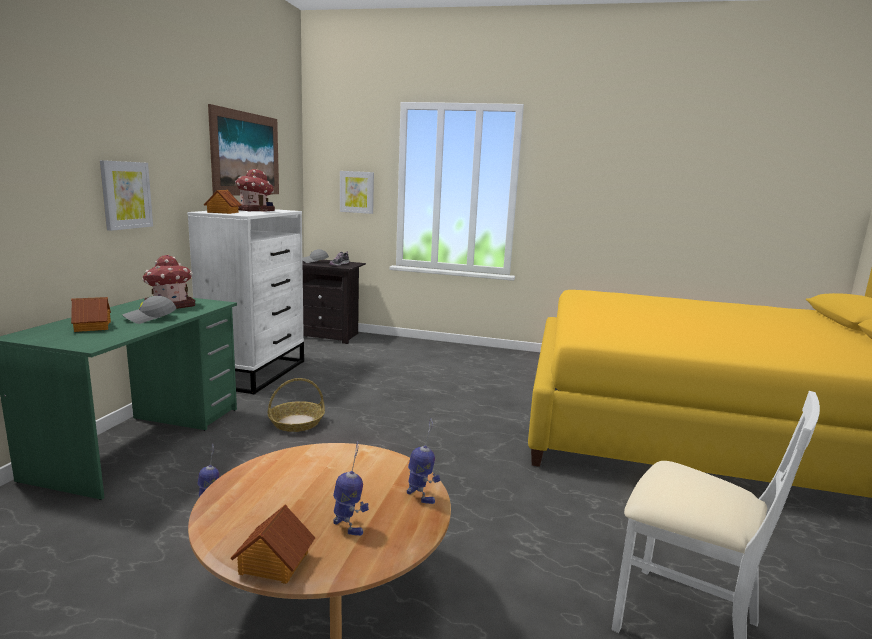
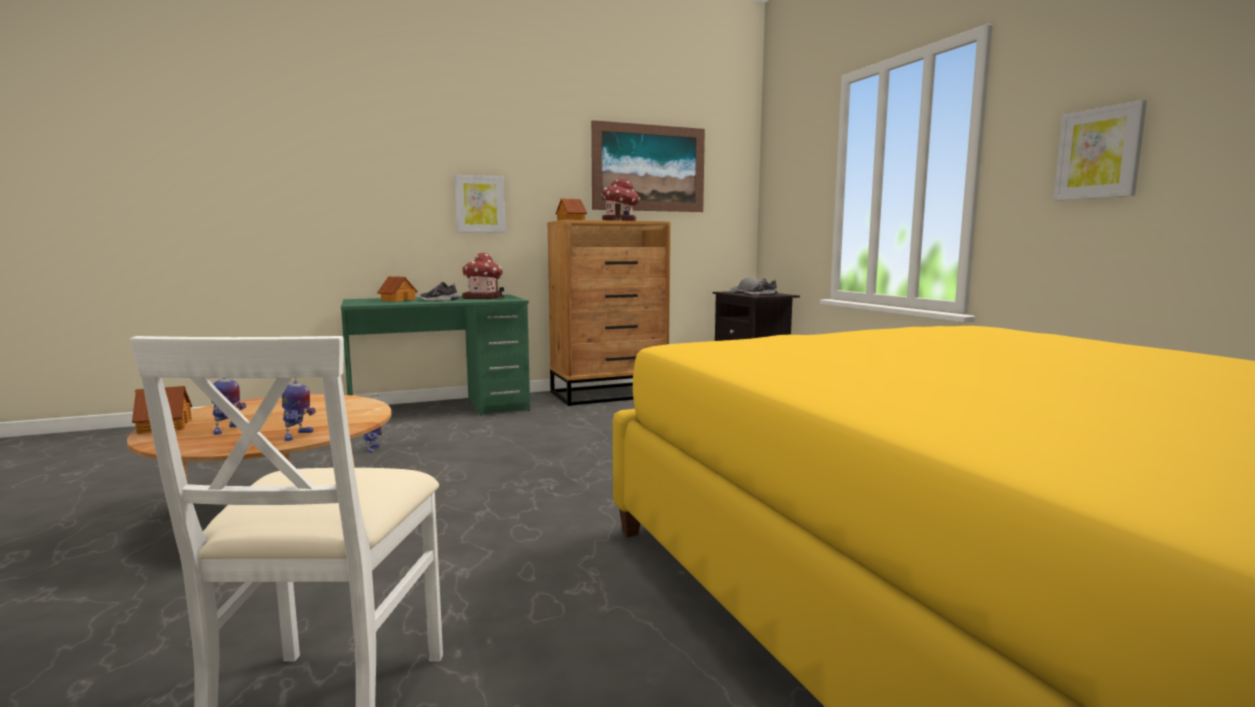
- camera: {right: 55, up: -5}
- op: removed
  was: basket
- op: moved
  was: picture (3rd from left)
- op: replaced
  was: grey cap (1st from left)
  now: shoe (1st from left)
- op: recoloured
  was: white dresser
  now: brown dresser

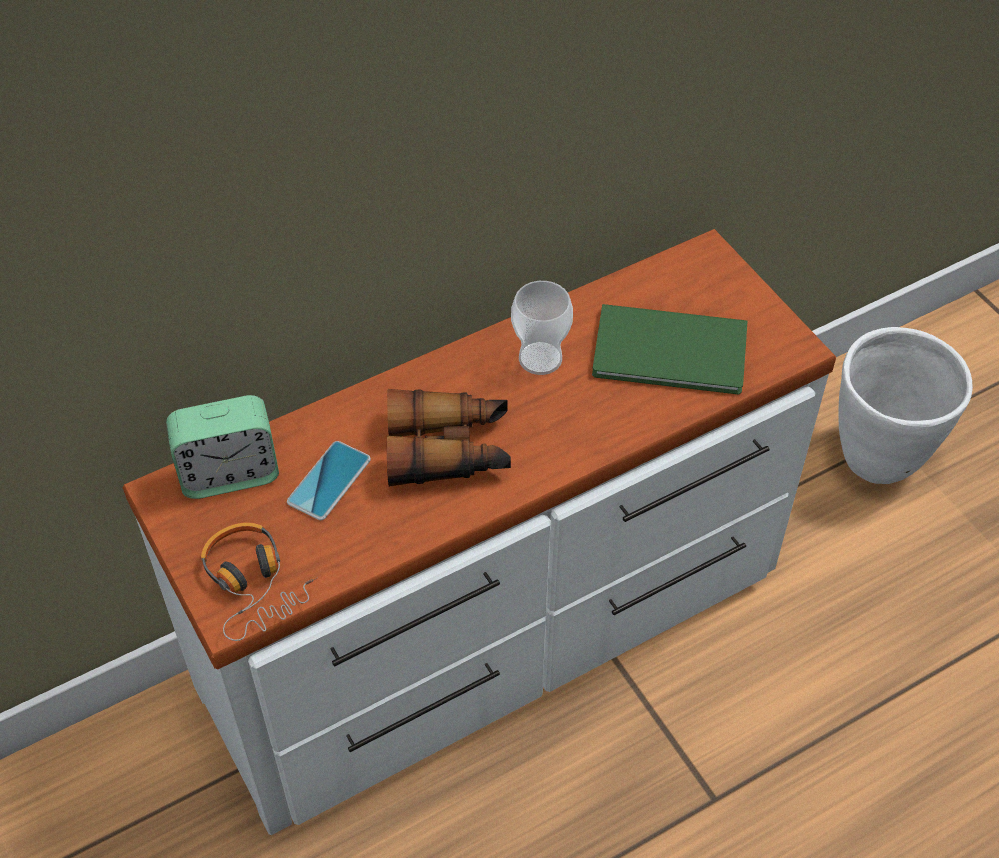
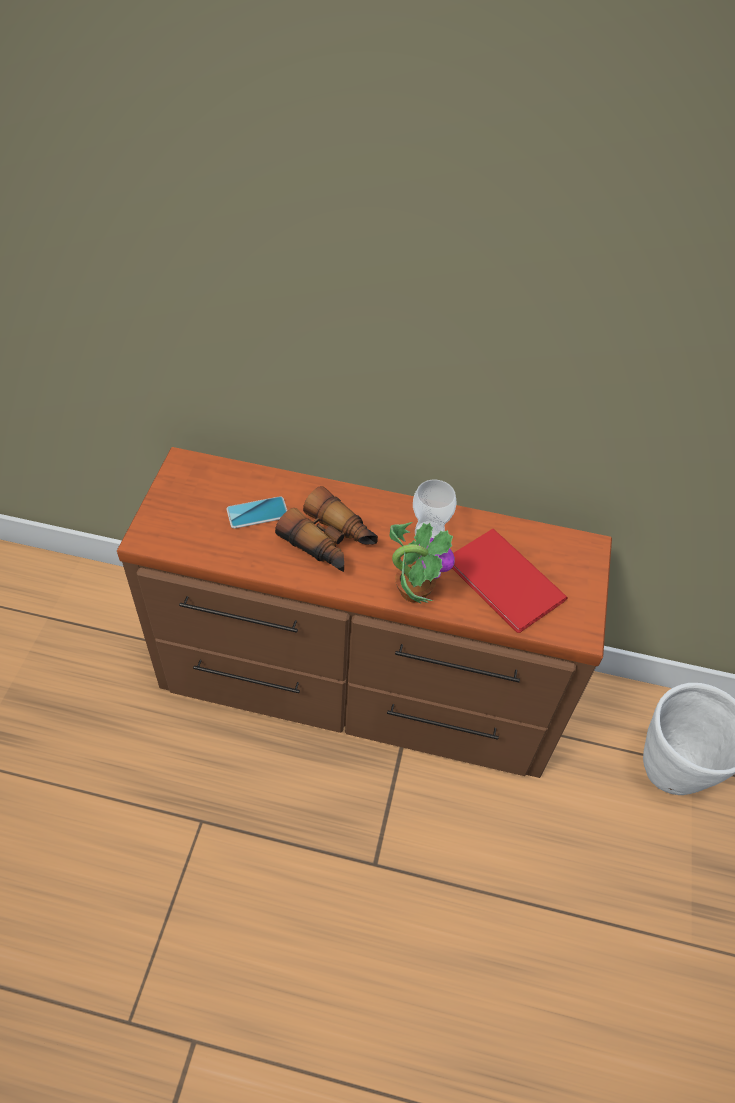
- camera: {right: 40, up: 0}
- op: removed
  was: alarm clock
- op: removed
  was: headphones
- op: added
  now: potted plant
- op: recoloured
  was: white dresser
  now: brown dresser
- op: recoloured
  was: green book
  now: red book

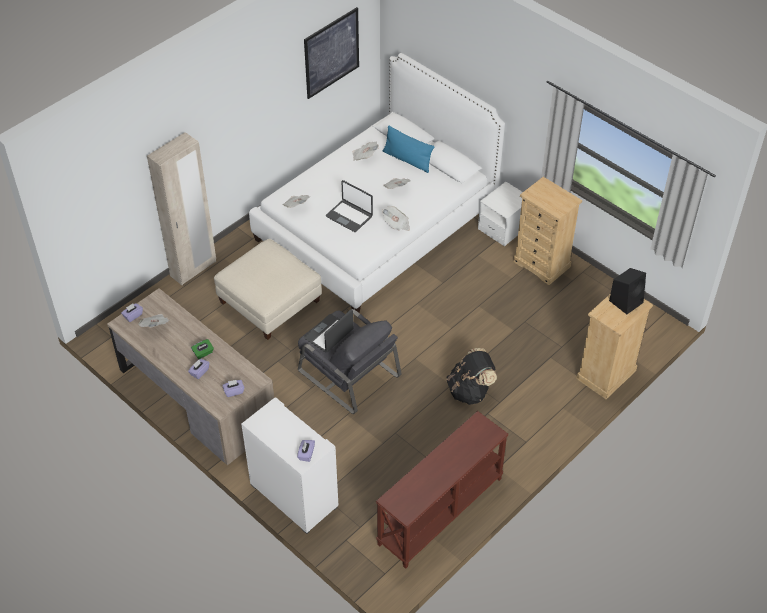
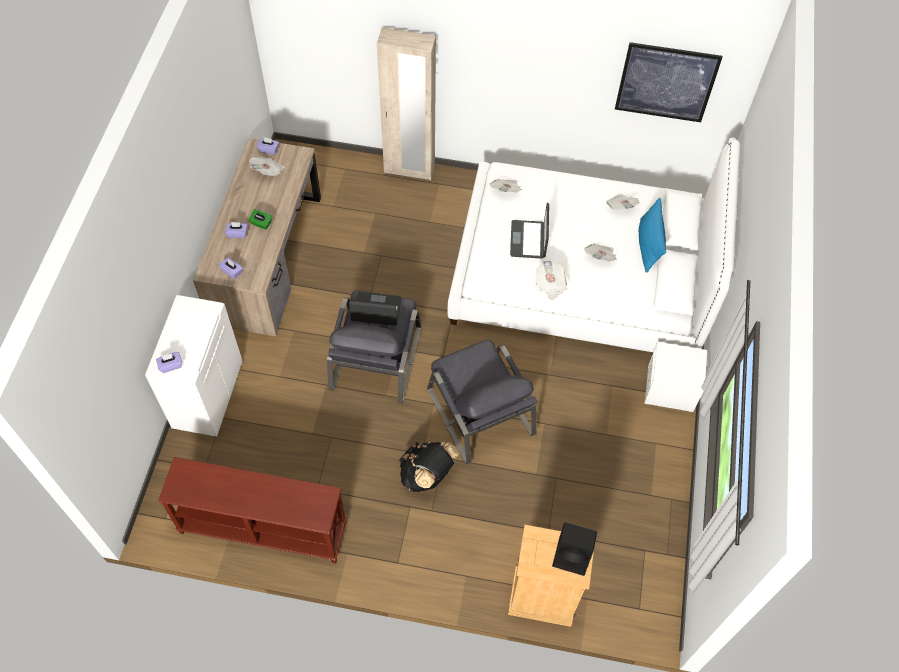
- camera: {right: 55, up: 10}
- op: removed
  was: beige ottoman
- op: removed
  was: beige dresser (1st from left)
- op: added
  now: grey armchair (2nd from left)

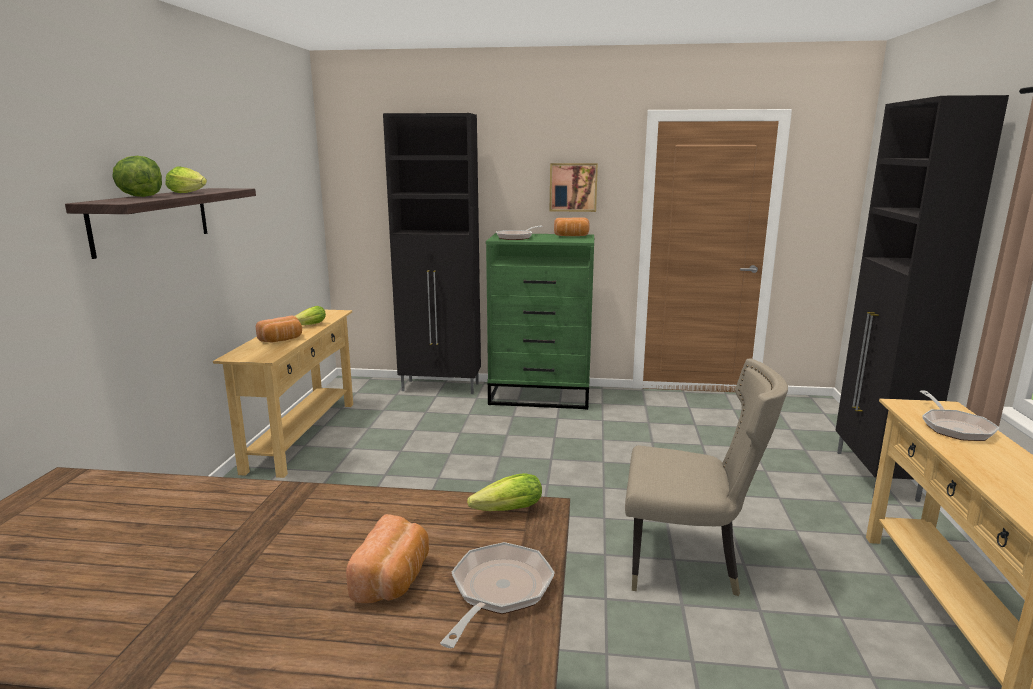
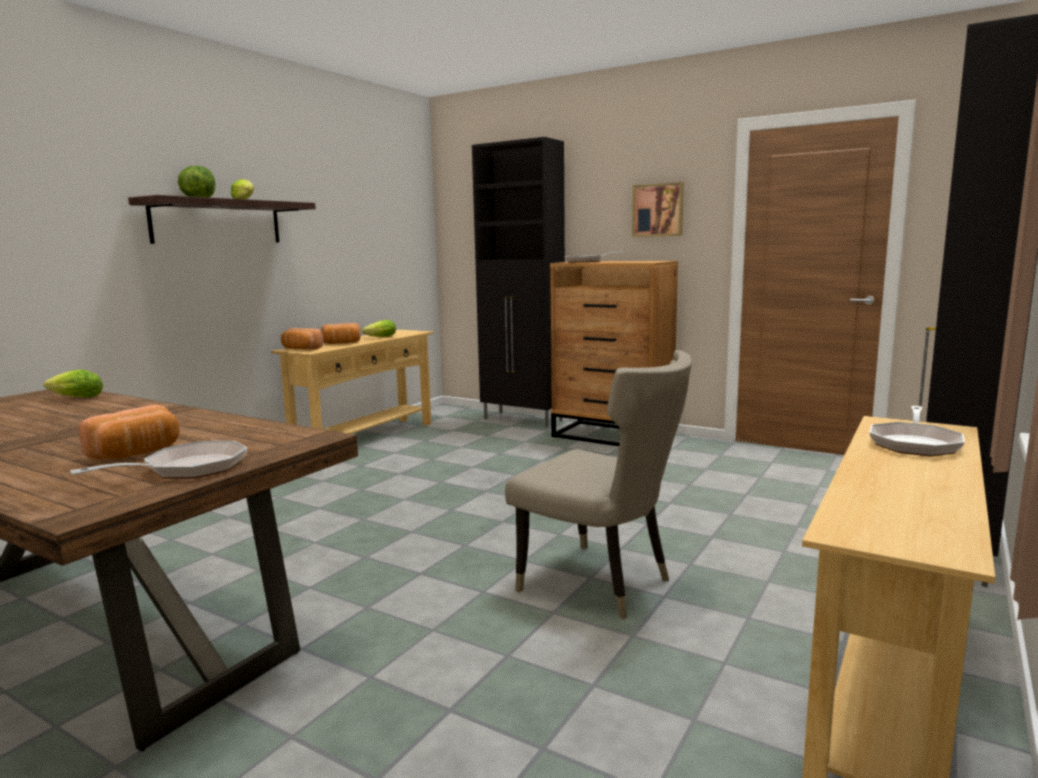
- camera: {right: 25, up: -5}
- op: moved
  was: lettuce (4th from left in the first image)
  now: lettuce (1st from left)
- op: moved
  was: bread (3rd from left in the first image)
  now: bread (2nd from left)
- op: recoloured
  was: green dresser
  now: brown dresser

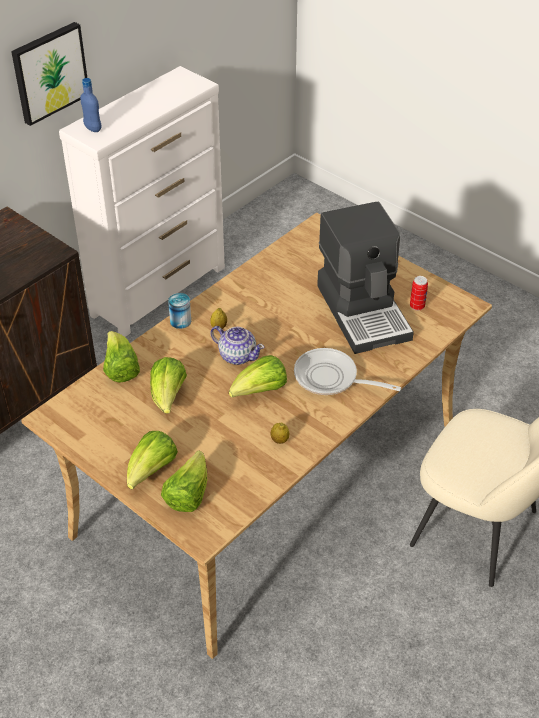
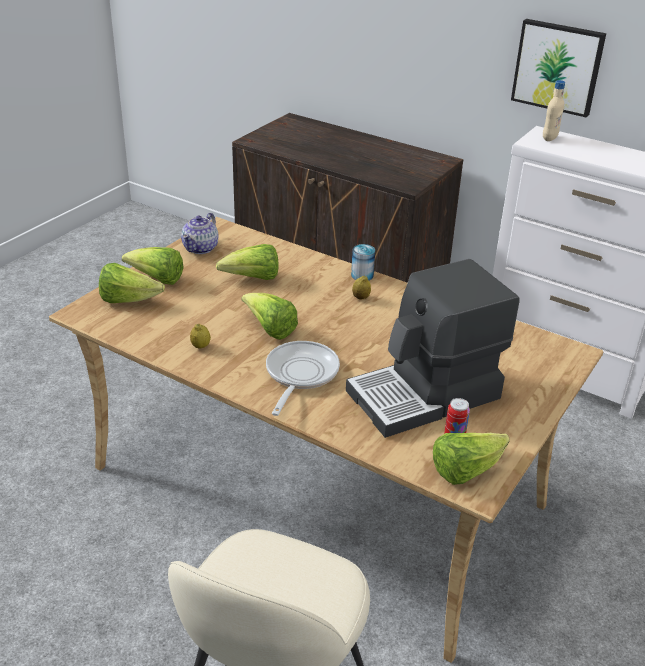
- camera: {right: 80, up: -10}
- op: moved
  was: lettuce (1st from left in the first image)
  now: lettuce (5th from left)
- op: moved
  was: teapot
- op: recoloured
  was: blue bottle
  now: beige bottle

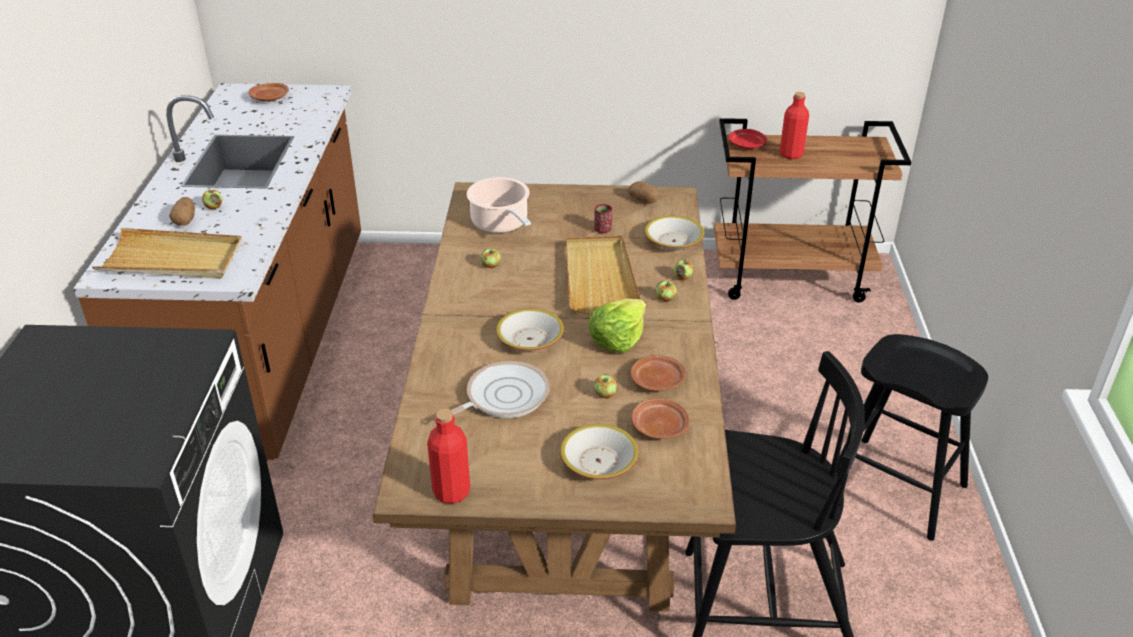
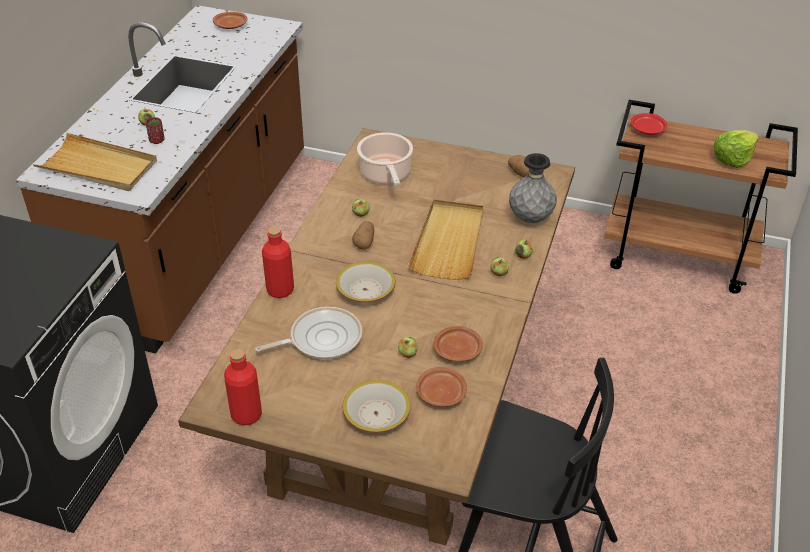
- camera: {right: 15, up: 5}
- op: removed
  was: black stool
- op: moved
  was: potato (1st from left)
- op: moved
  was: lettuce
- op: moved
  was: red cup
- op: moved
  was: red bottle (2nd from left)
- op: replaced
  was: bowl (3rd from left)
  now: grey vase

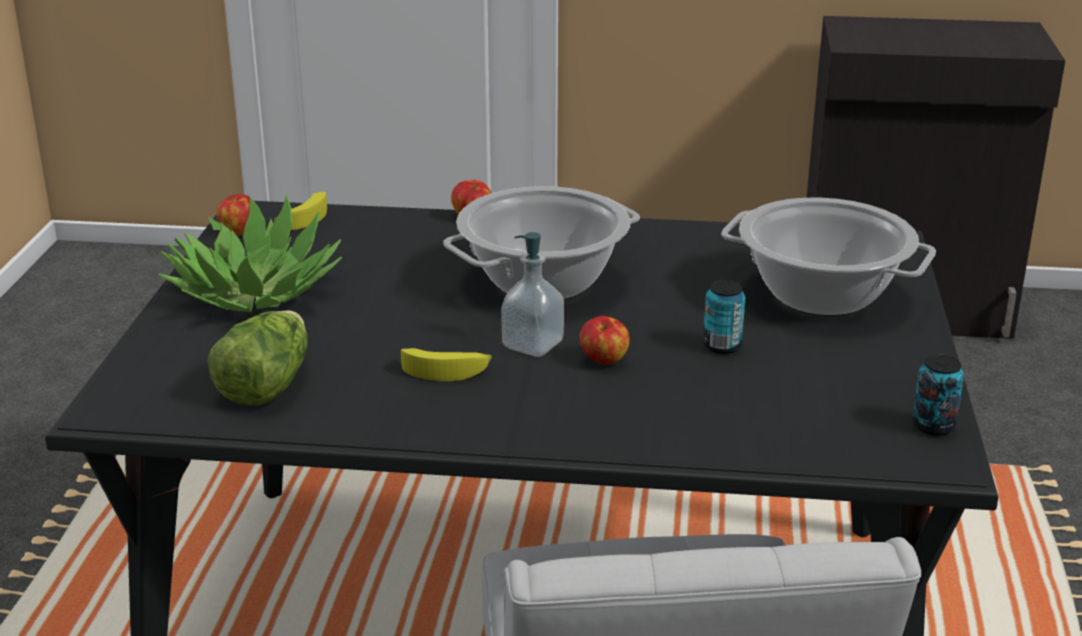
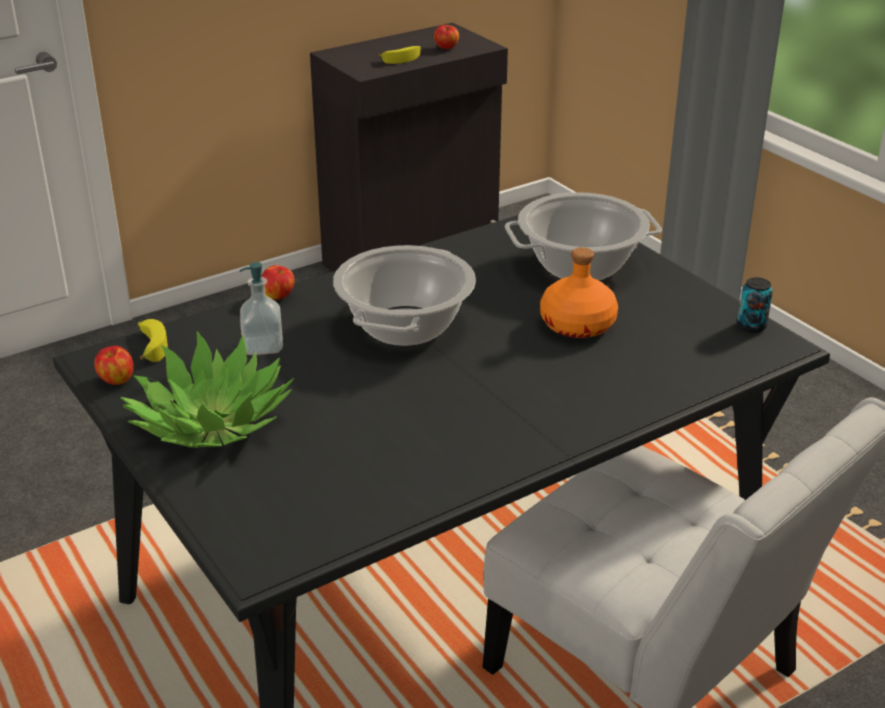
- camera: {right: -40, up: 5}
- op: removed
  was: lettuce
- op: moved
  was: banana (2nd from left)
- op: moved
  was: soap dispenser
- op: moved
  was: apple (3rd from left)
- op: replaced
  was: can (1st from left)
  now: orange bottle

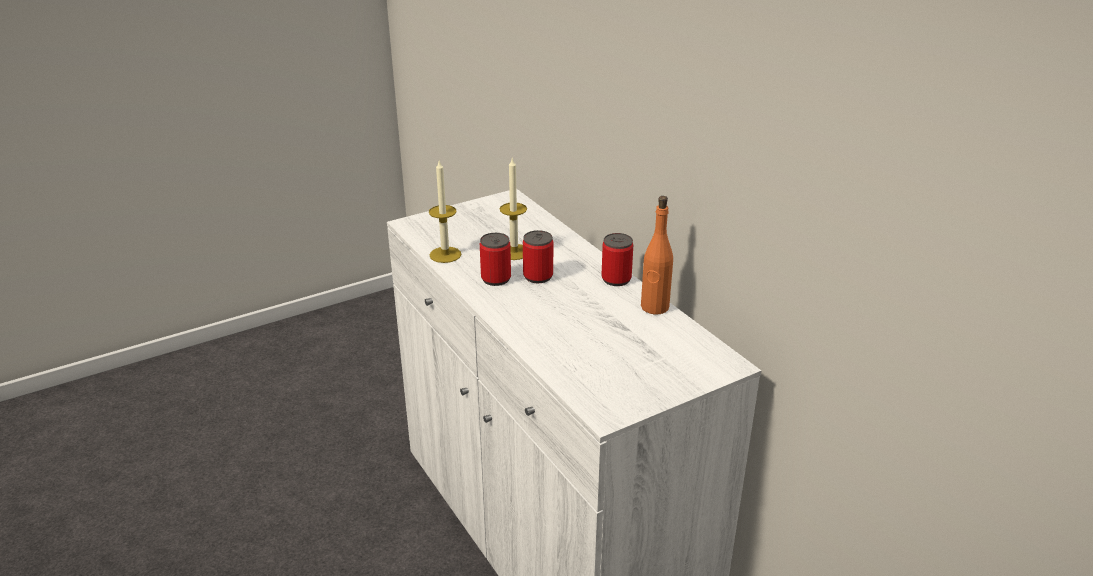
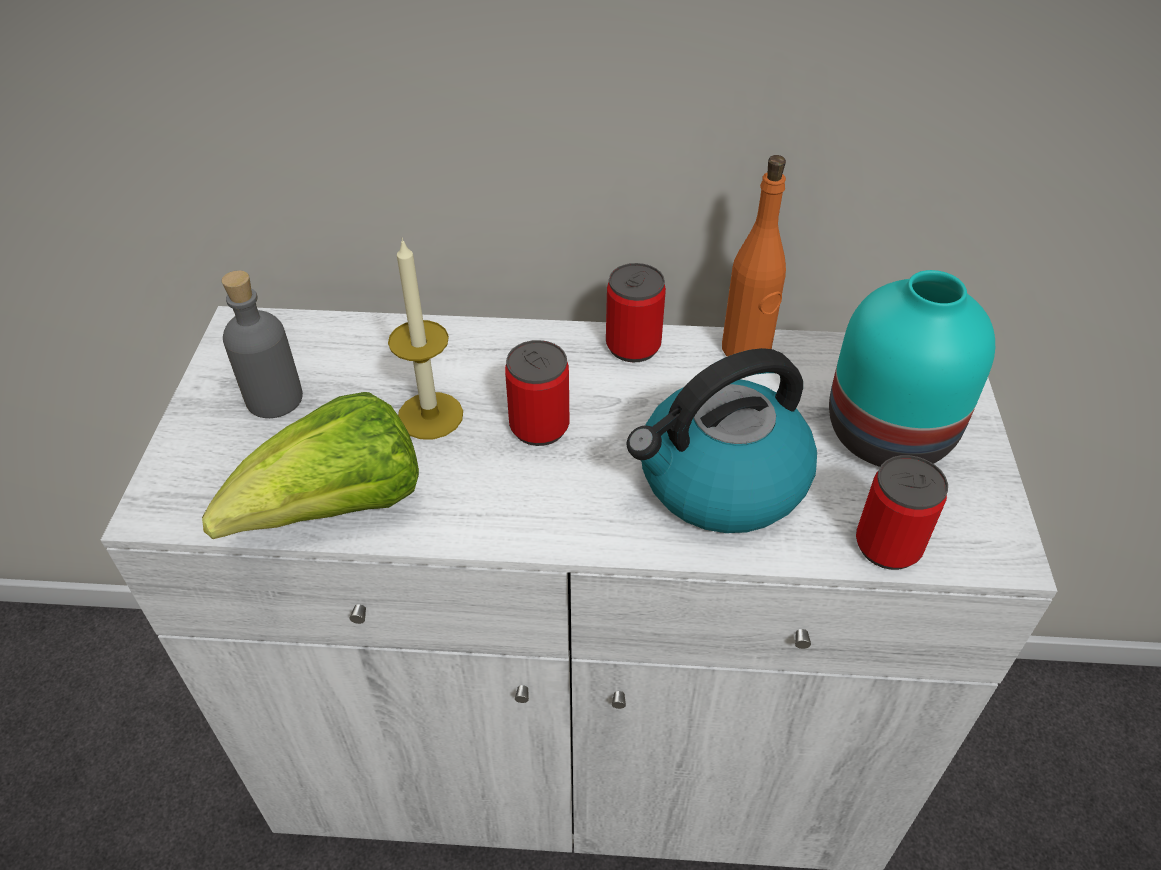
- camera: {right: -55, up: 15}
- op: added
  now: grey bottle
- op: added
  now: kettle
- op: added
  now: turquoise vase
- op: moved
  was: can (1st from left in the first image)
  now: can (3rd from left)
- op: replaced
  was: candle (1st from left)
  now: lettuce

